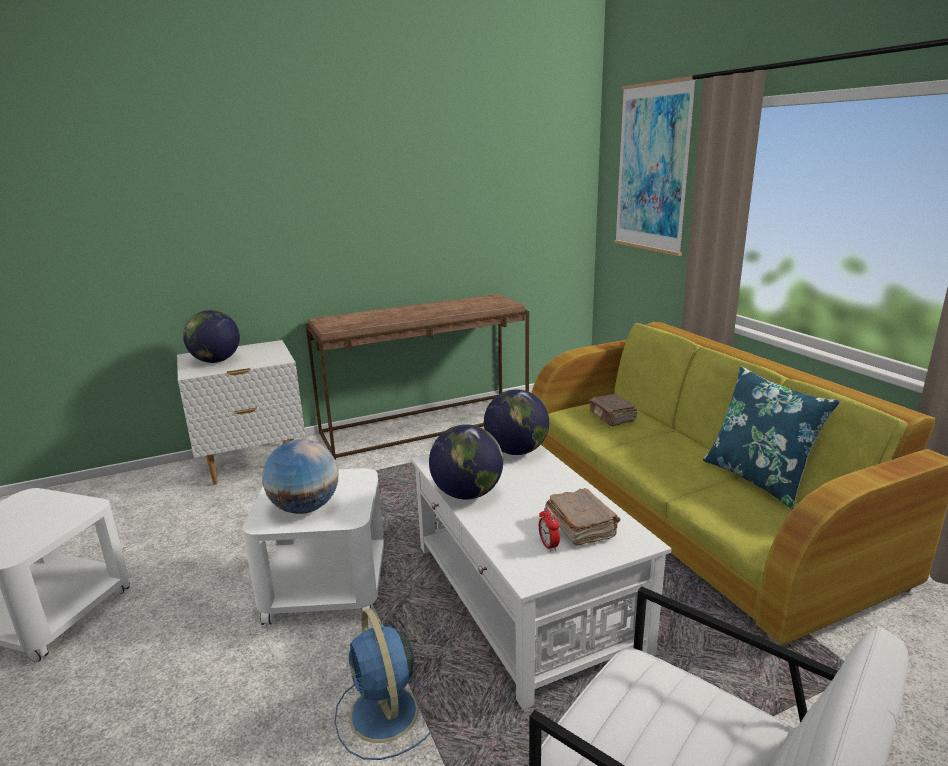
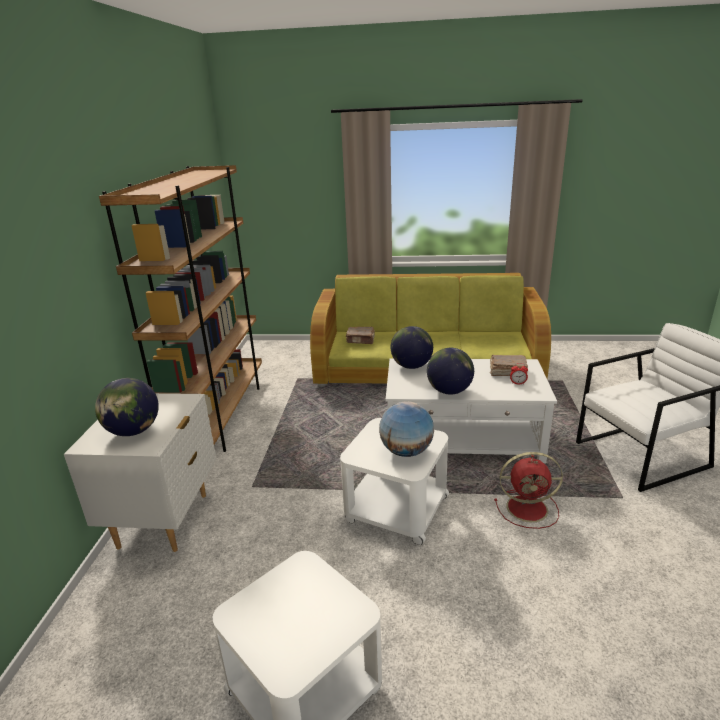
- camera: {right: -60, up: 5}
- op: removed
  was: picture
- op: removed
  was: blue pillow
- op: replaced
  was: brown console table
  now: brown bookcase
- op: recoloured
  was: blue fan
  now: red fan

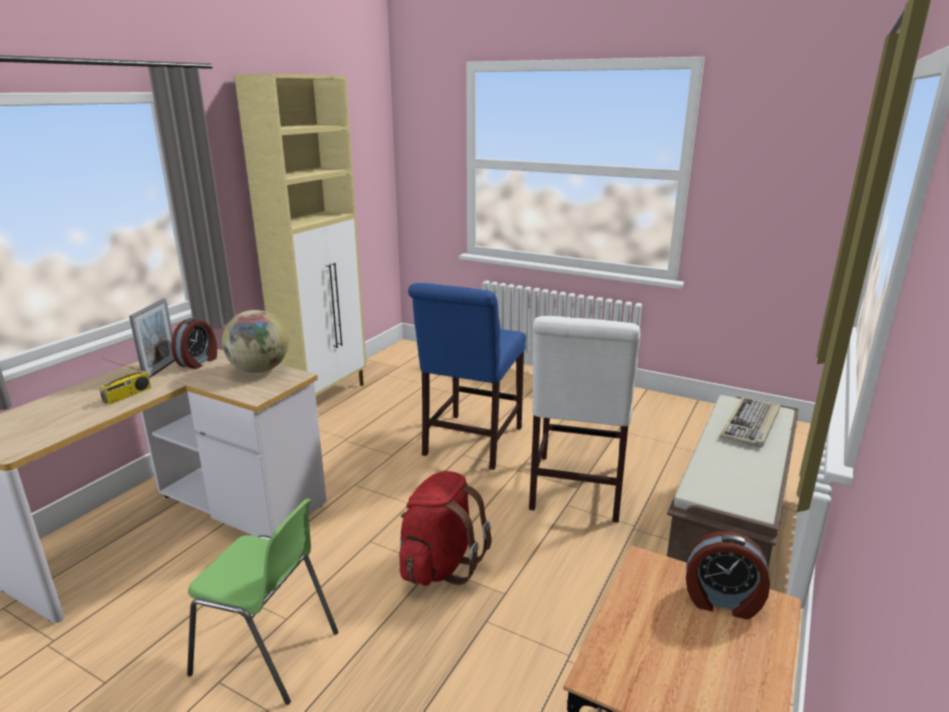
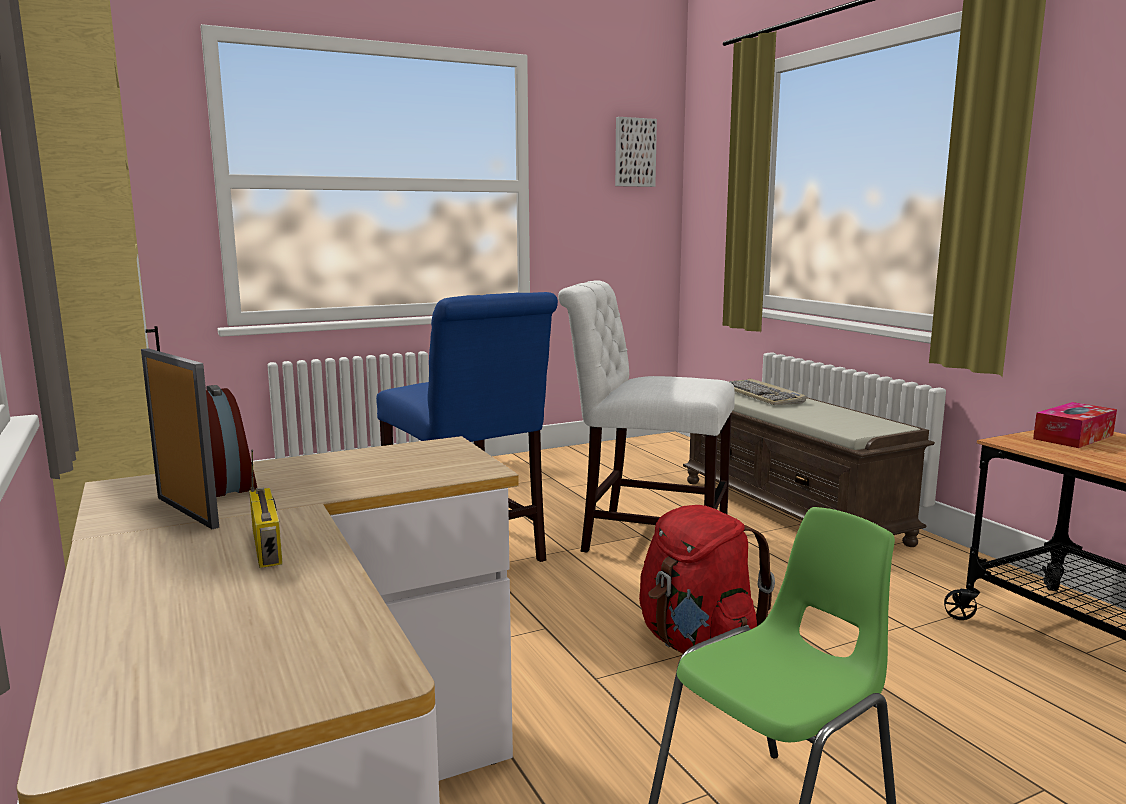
- camera: {right: -55, up: -10}
- op: removed
  was: globe
- op: added
  now: picture
- op: replaced
  was: alarm clock (2nd from left)
  now: tissue box
- op: turned
  was: white chair
  clockwise: 150

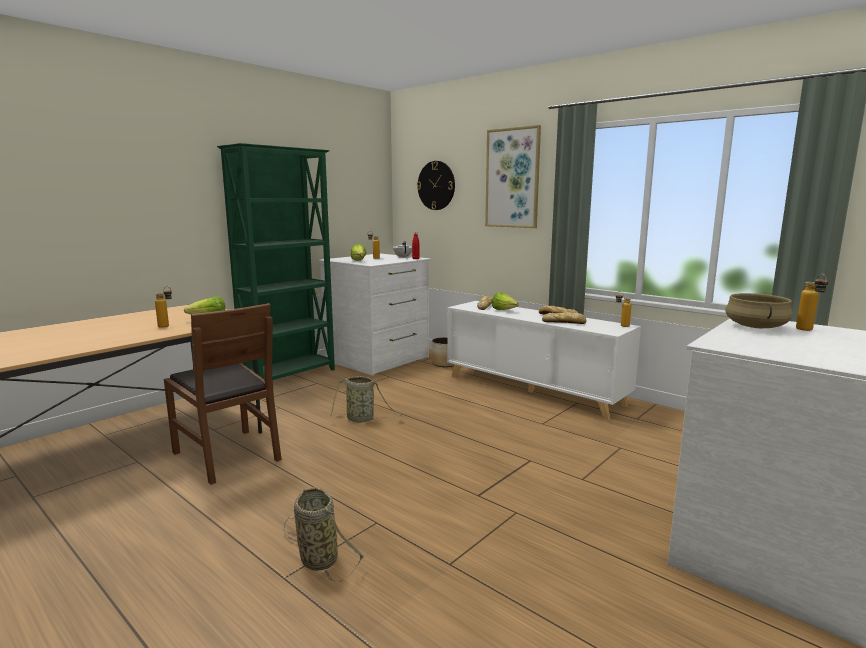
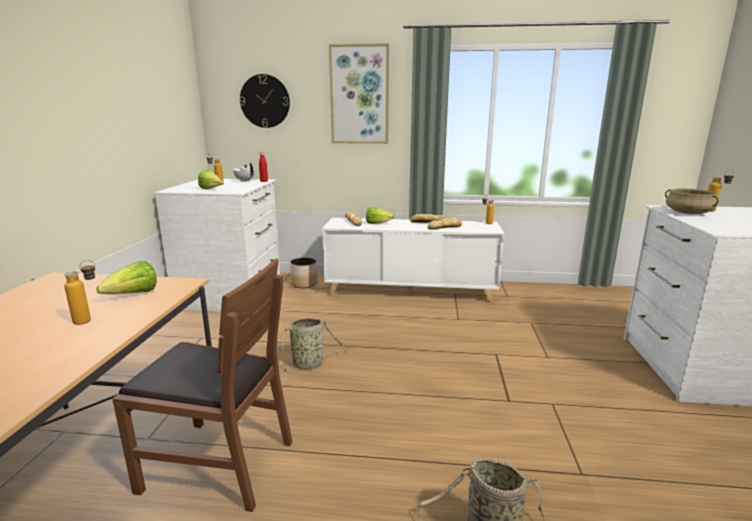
- camera: {right: -35, up: 5}
- op: removed
  was: green bookcase

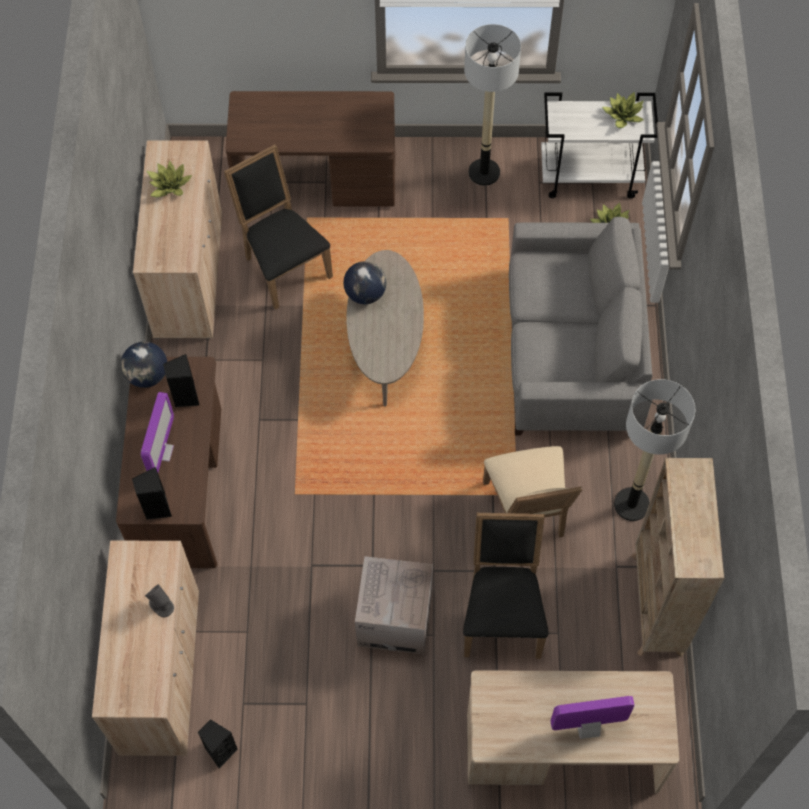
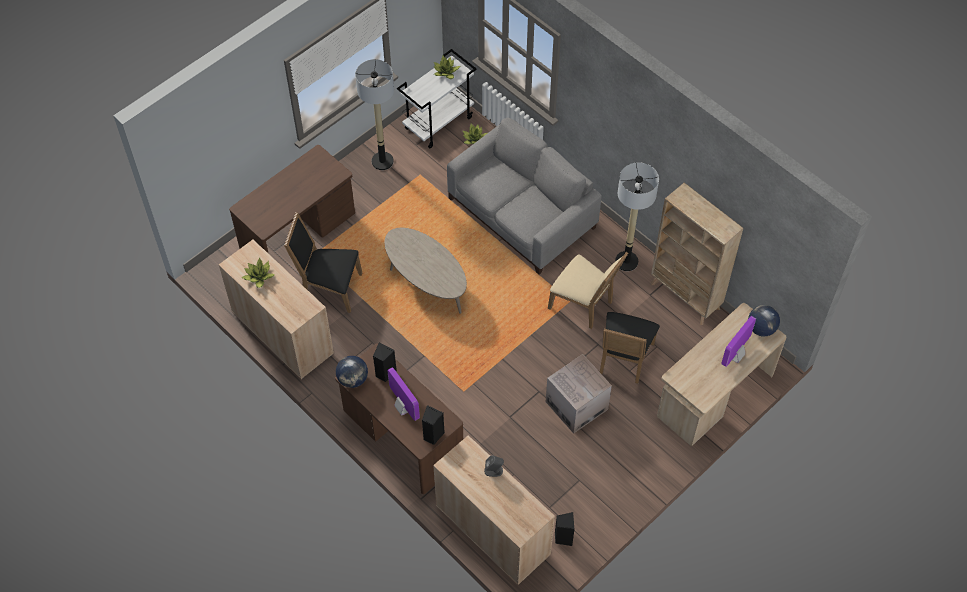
- camera: {right: -45, up: -5}
- op: moved
  was: globe (2nd from left)
- op: turned
  was: black chair (2nd from left)
  clockwise: -120

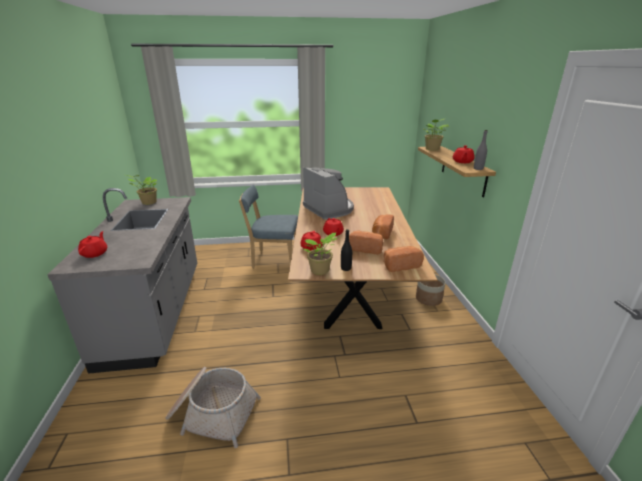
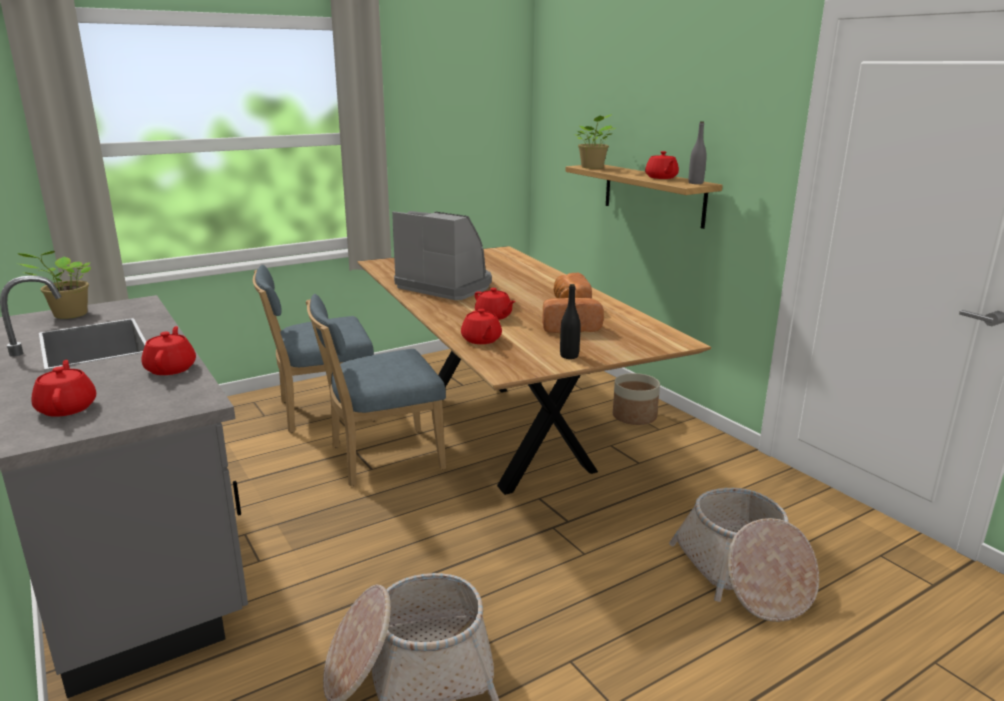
- camera: {right: -25, up: -5}
- op: removed
  was: potted plant (2nd from left)
- op: removed
  was: bread (3rd from left)
- op: added
  now: red teapot (2nd from left)
- op: added
  now: blue chair (2nd from left)
- op: added
  now: basket (2nd from left)

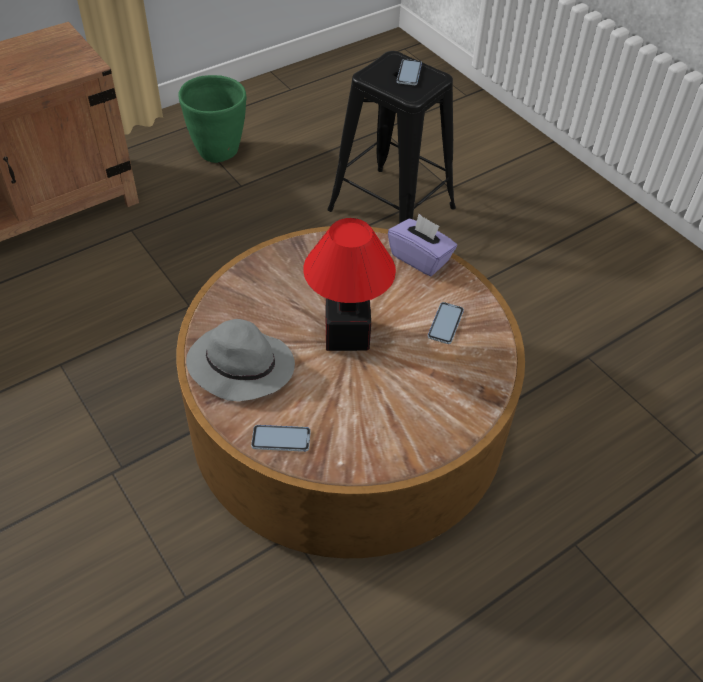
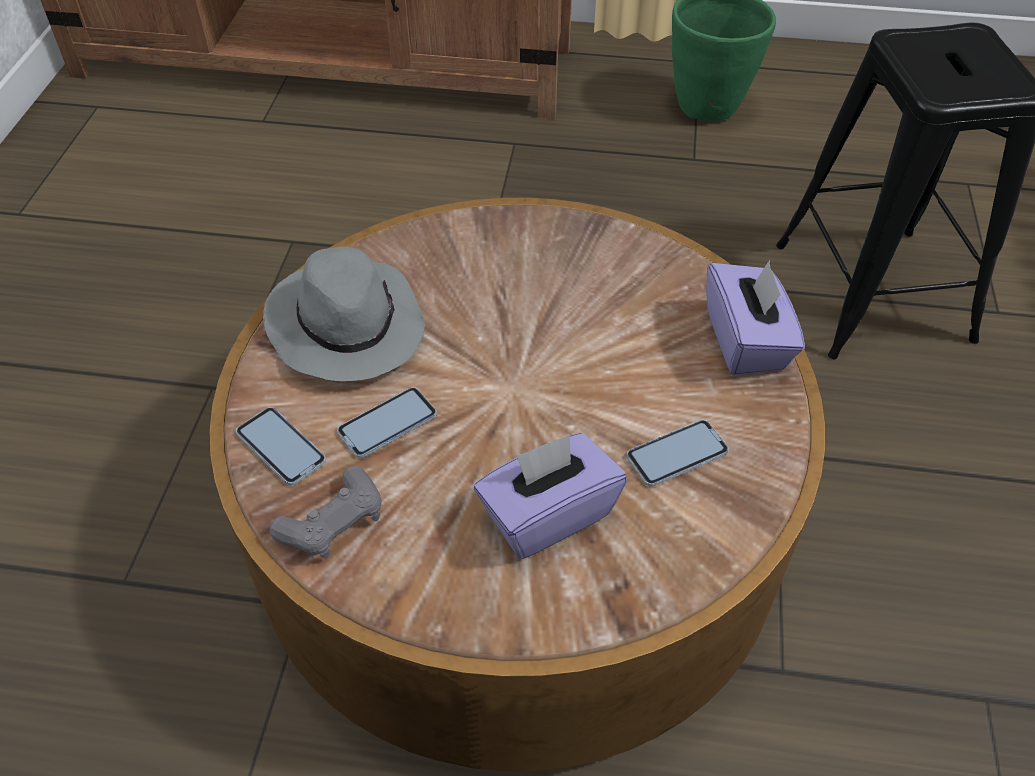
- camera: {right: 45, up: 0}
- op: removed
  was: table lamp
- op: added
  now: grey game controller
- op: added
  now: purple tissue box (1st from left)
- op: moved
  was: phone (2nd from left)

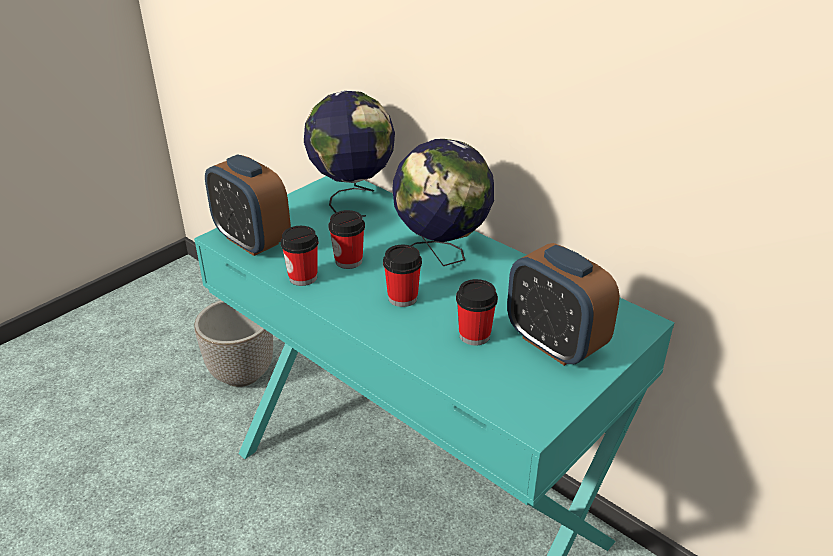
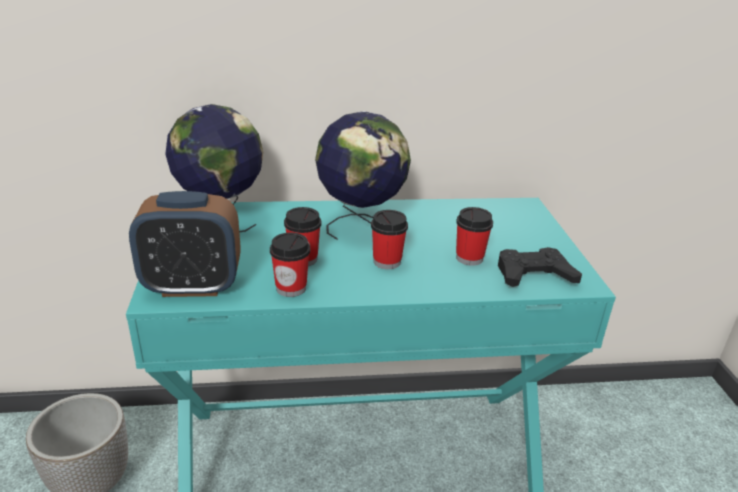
- camera: {right: -50, up: -5}
- op: removed
  was: alarm clock (2nd from left)
- op: added
  now: black game controller

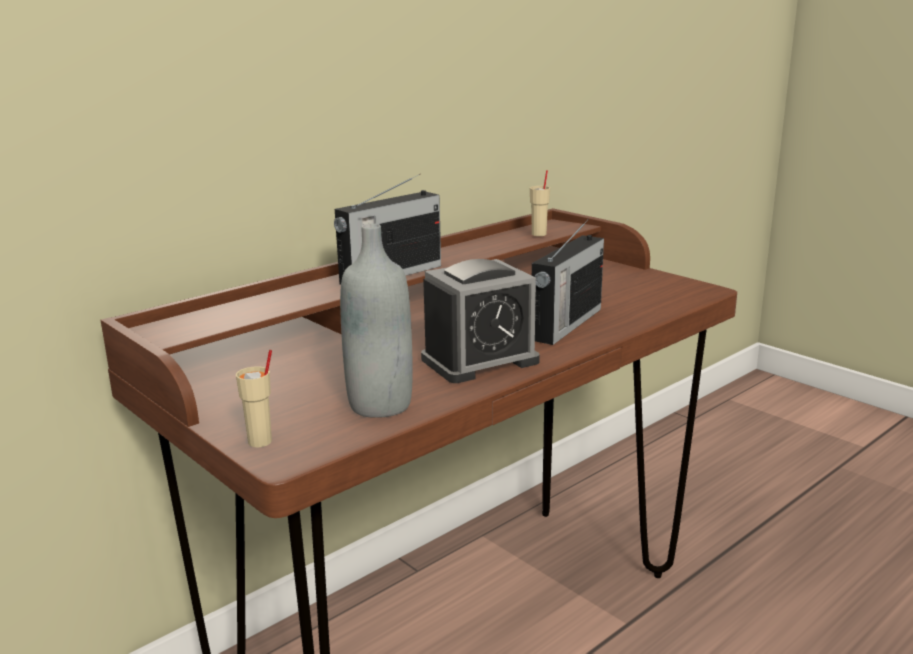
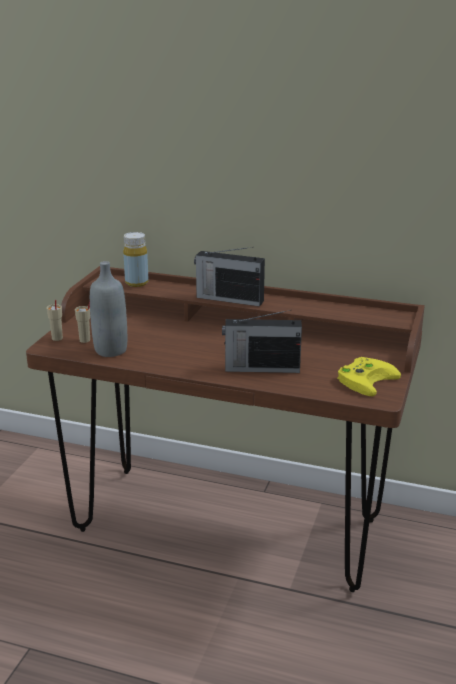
- camera: {right: 60, up: 5}
- op: removed
  was: alarm clock
- op: added
  now: yellow bottle
- op: added
  now: yellow game controller
- op: moved
  was: beige cup (2nd from left)

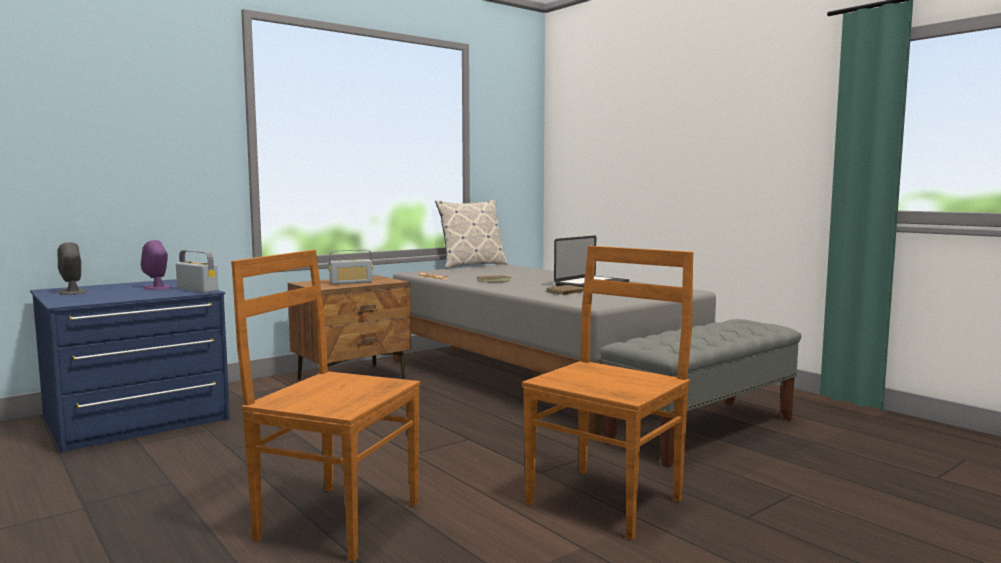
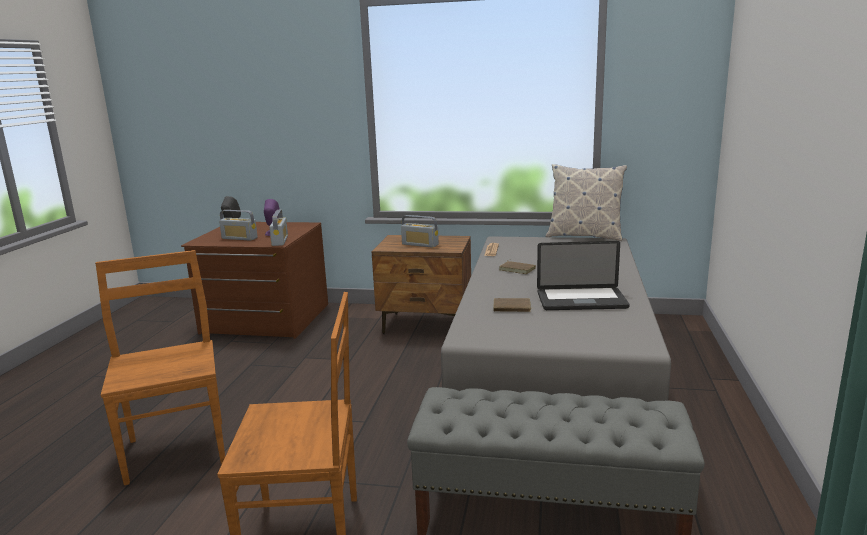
- camera: {right: 50, up: 10}
- op: added
  now: radio (1st from left)
- op: recoloured
  was: blue dresser
  now: brown dresser

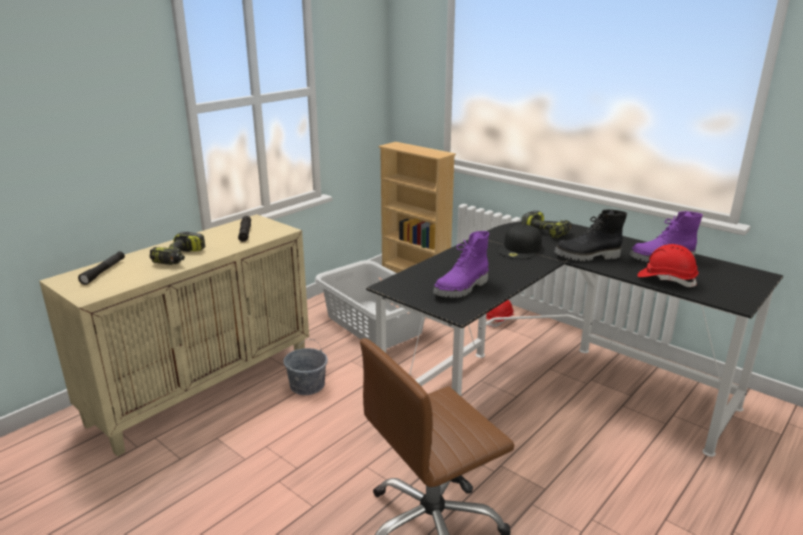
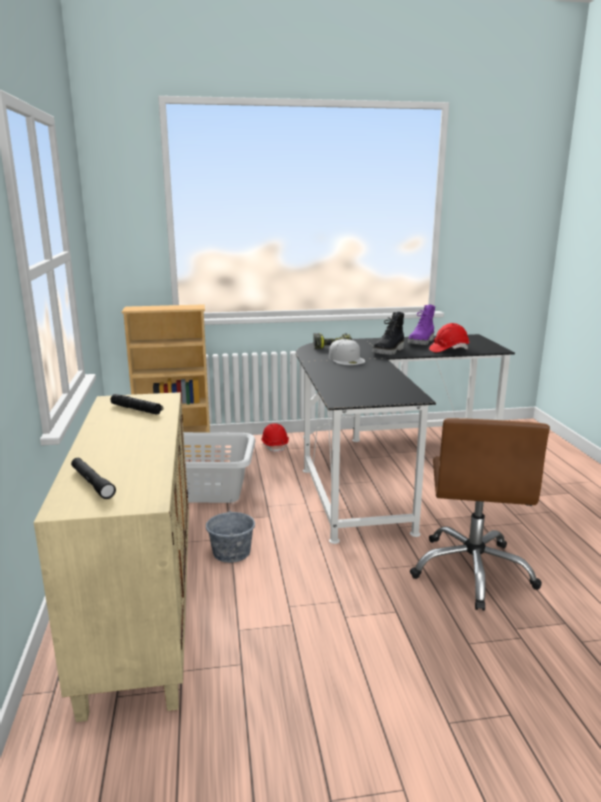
- camera: {right: -50, up: -5}
- op: removed
  was: power drill (1st from left)
- op: removed
  was: purple boot (1st from left)
- op: recoloured
  was: black cap
  now: white cap

